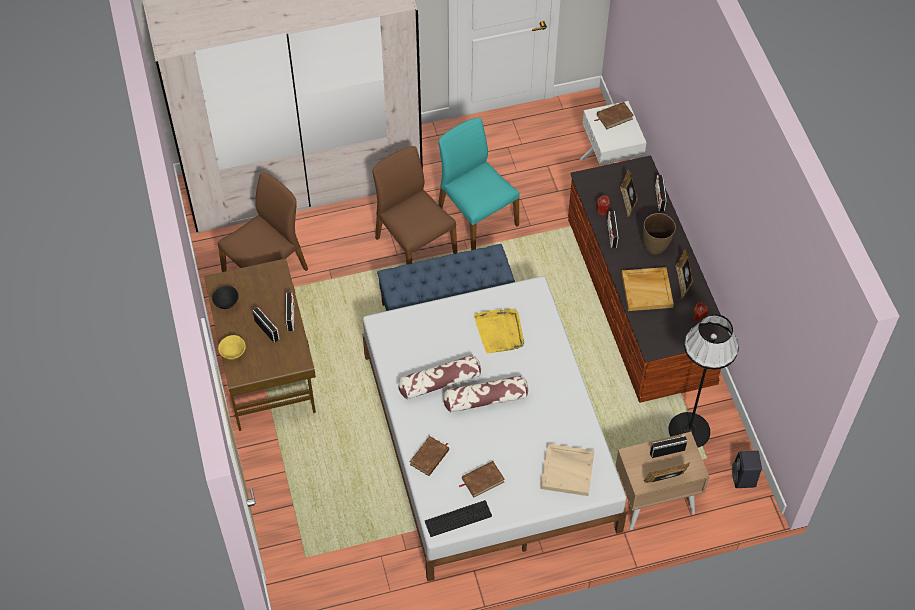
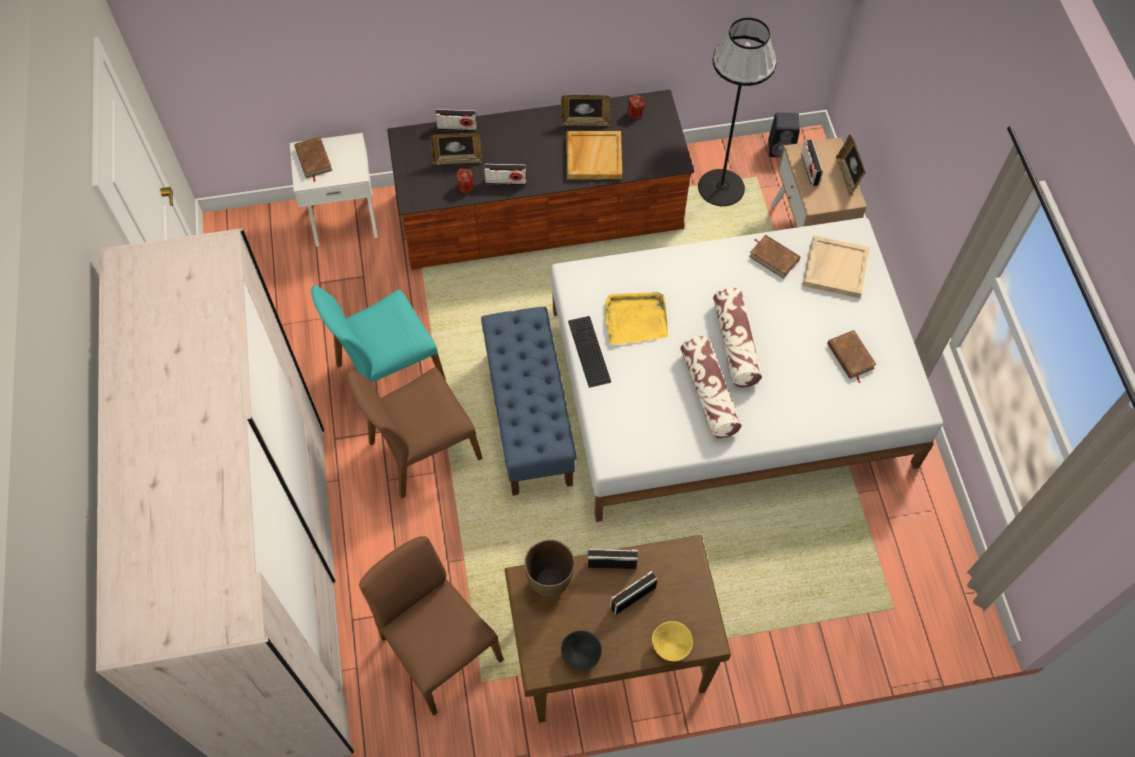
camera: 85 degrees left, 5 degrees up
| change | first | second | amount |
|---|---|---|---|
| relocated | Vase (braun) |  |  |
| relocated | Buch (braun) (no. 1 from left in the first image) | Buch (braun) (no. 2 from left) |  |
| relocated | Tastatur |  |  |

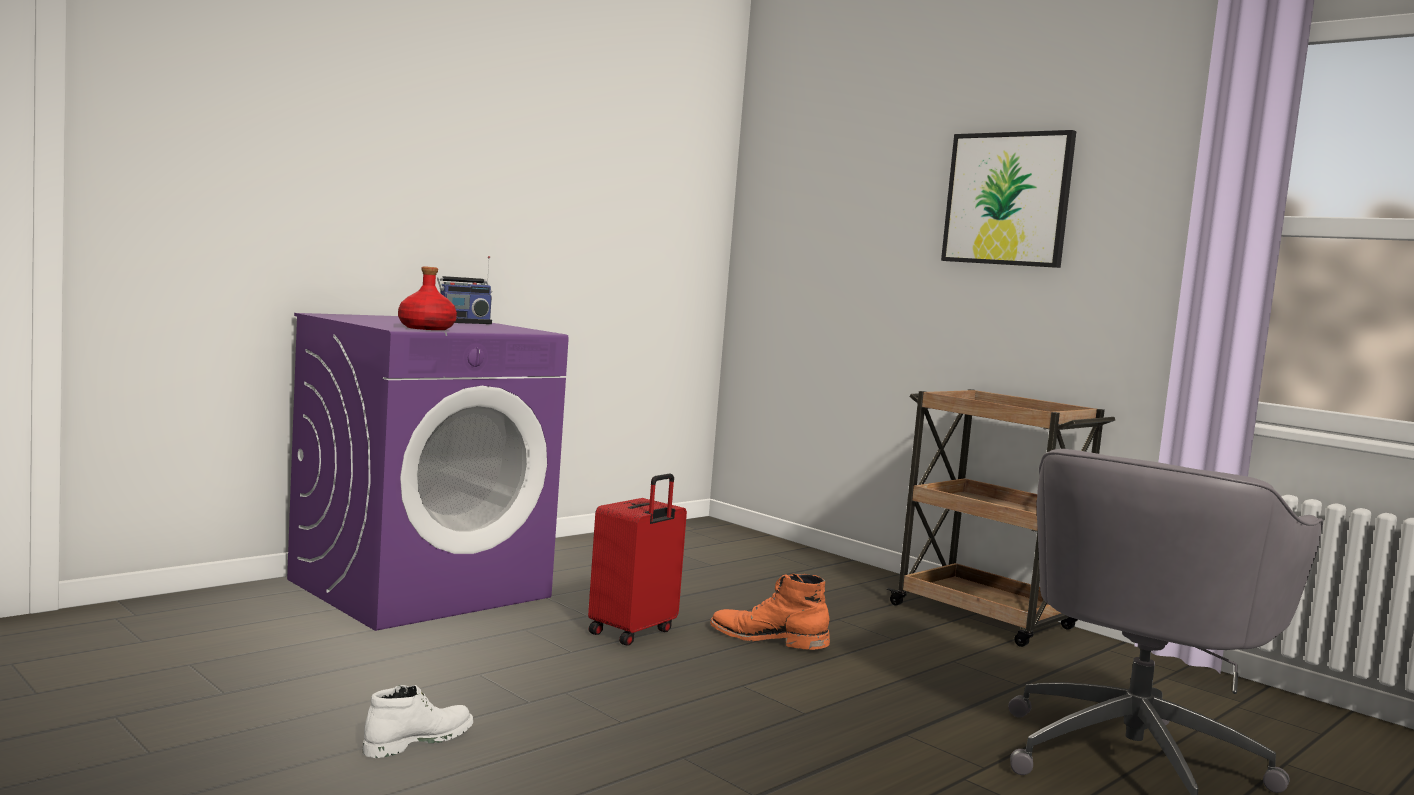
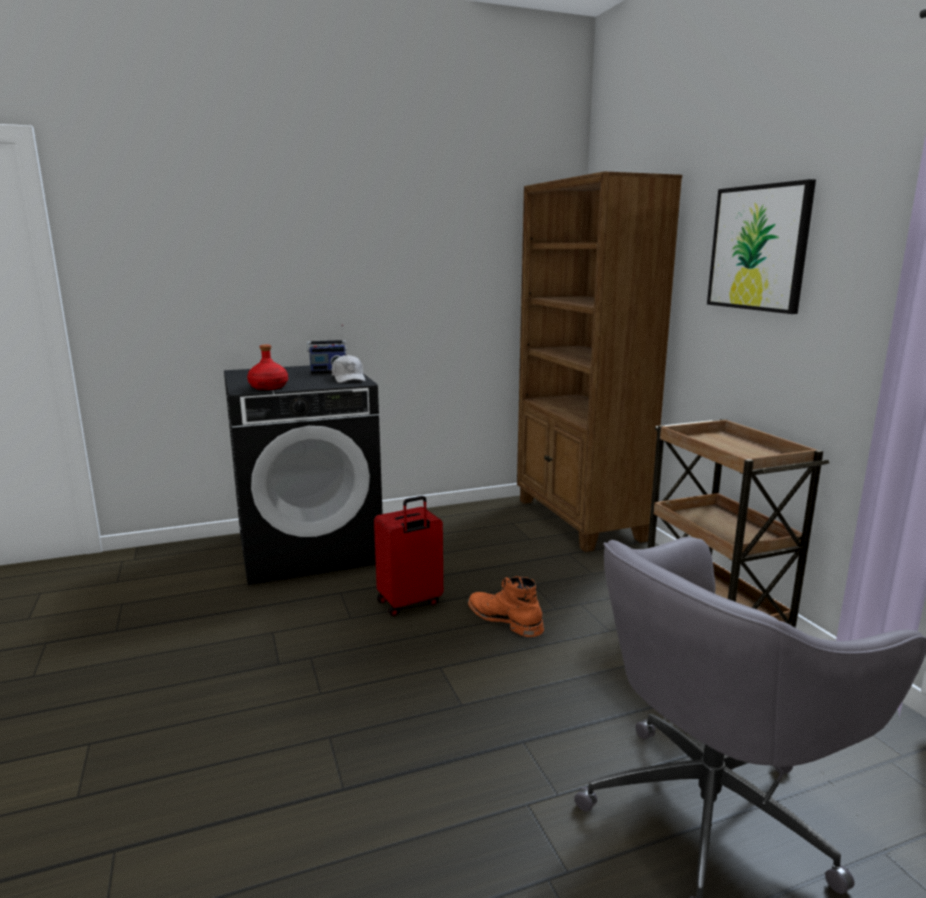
camera: 25 degrees right, 10 degrees up
| change | first | second | amount |
|---|---|---|---|
| colour | Waschmaschine (lila) | Waschmaschine (schwarz) |  |
| missing | Stiefel (weiß) |  |  |
| appeared |  | Bücherregal (braun) |  |
| appeared |  | Kappe (weiß) |  |

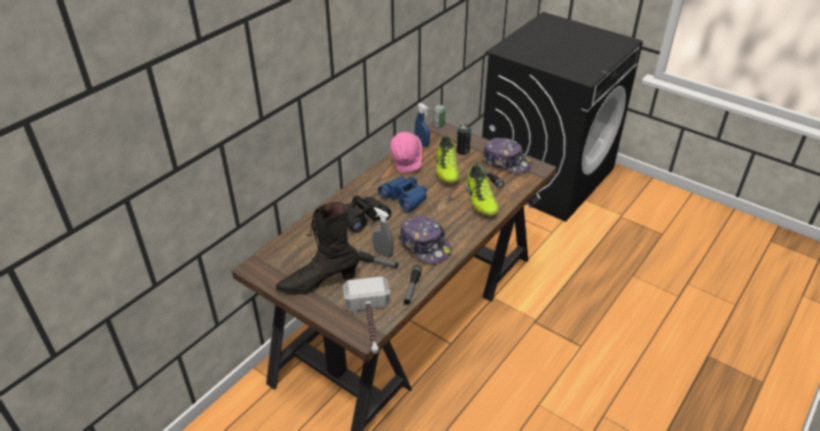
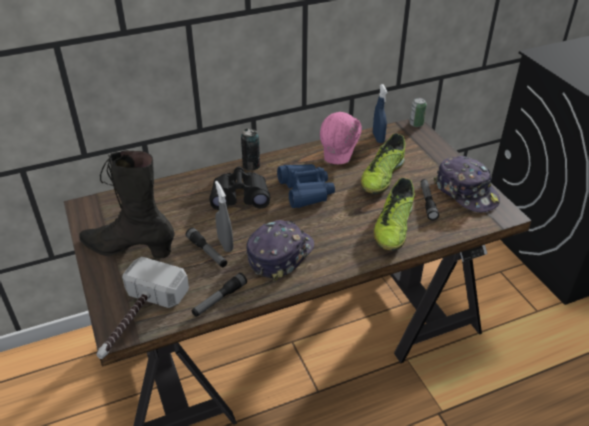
camera: 30 degrees right, 0 degrees up
| change | first | second | amount |
|---|---|---|---|
| relocated | Dose (no. 2 from left in the first image) | Dose (no. 1 from left) |  |
| spun | Kappe (no. 1 from left) |  | 135 degrees counterclockwise |

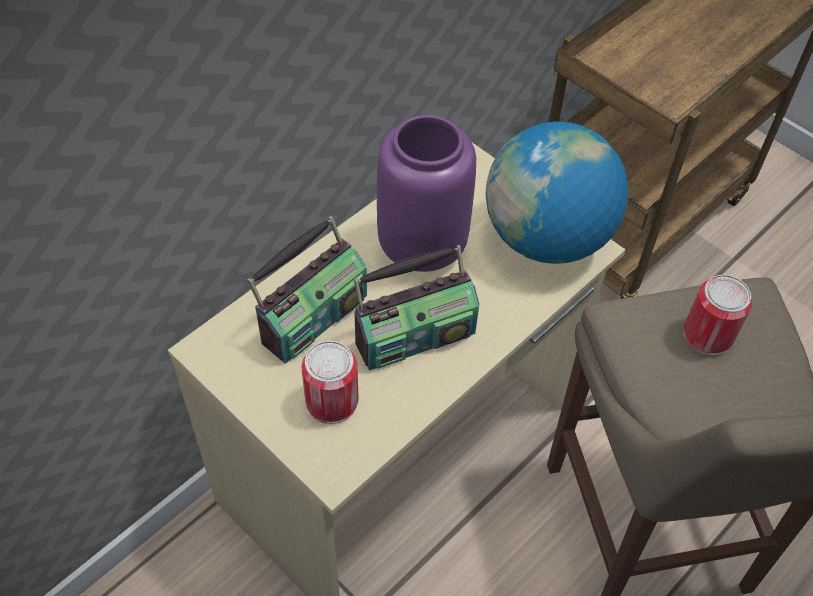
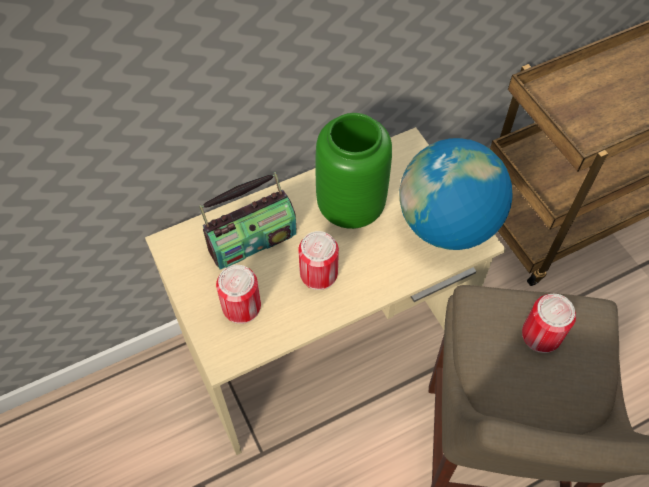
camera: 20 degrees right, 5 degrees up
| change | first | second | amount |
|---|---|---|---|
| colour | Vase (lila) | Vase (grün) |  |
| exchanged | Radio (no. 2 from left) | Dose (no. 2 from left) |  |

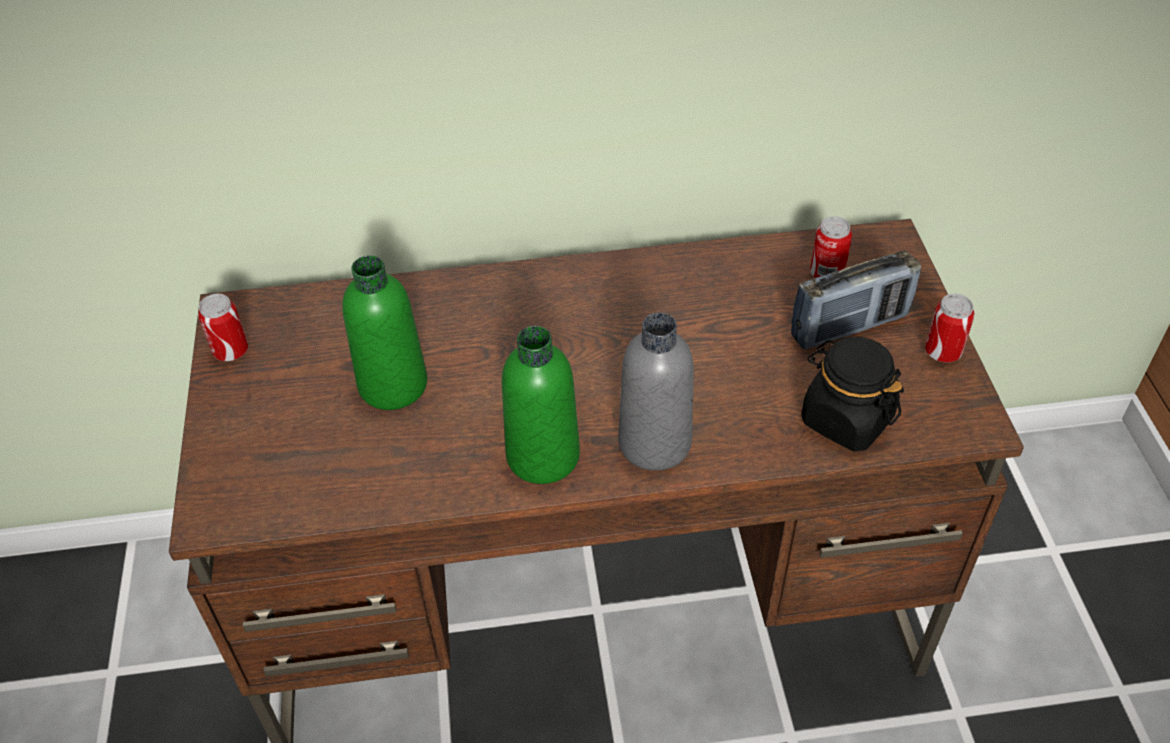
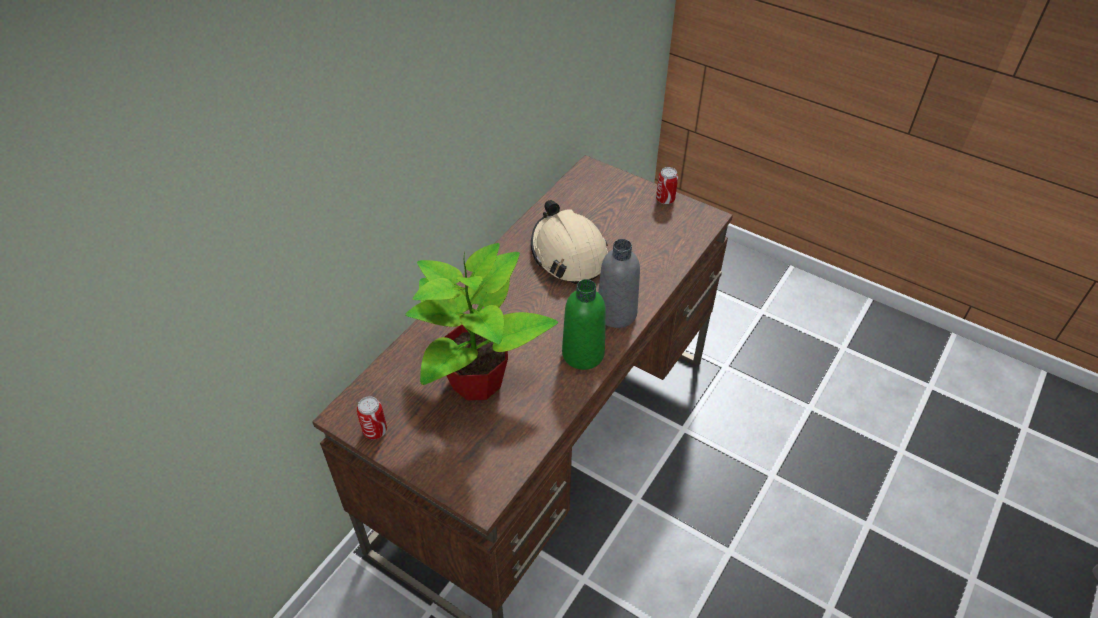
camera: 50 degrees left, 0 degrees up
| change | first | second | amount |
|---|---|---|---|
| missing | Dose (no. 2 from left) |  |  |
| missing | Radio |  |  |
| exchanged | Flasche (grün) (no. 1 from left) | Topfpflanze |  |
| missing | Vorratsglas (schwarz) |  |  |
| appeared |  | Schutzhelm (beige) |  |

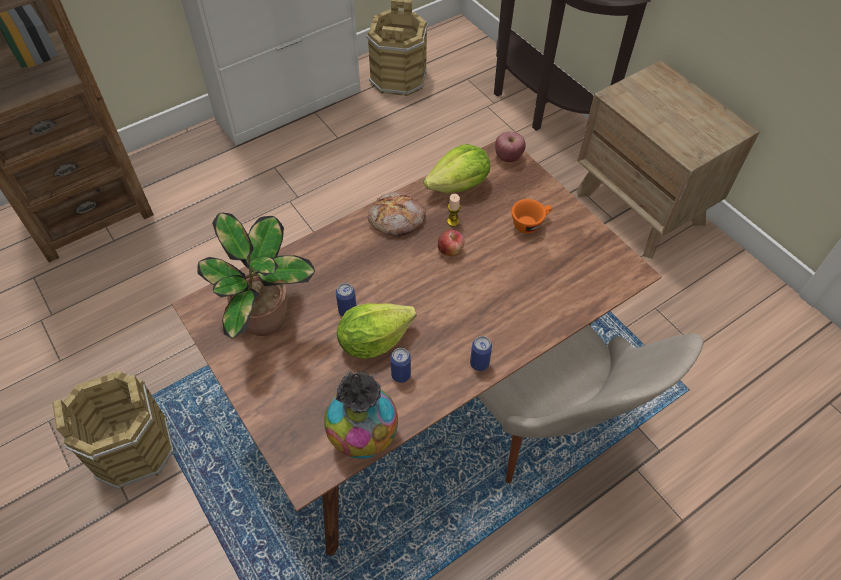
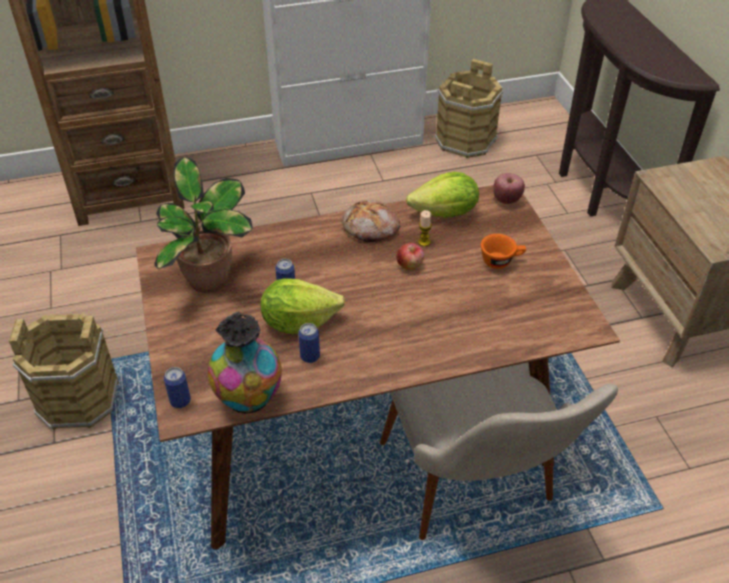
camera: 20 degrees right, 10 degrees down
| change | first | second | amount |
|---|---|---|---|
| relocated | Dose (no. 3 from left in the first image) | Dose (no. 1 from left) |  |

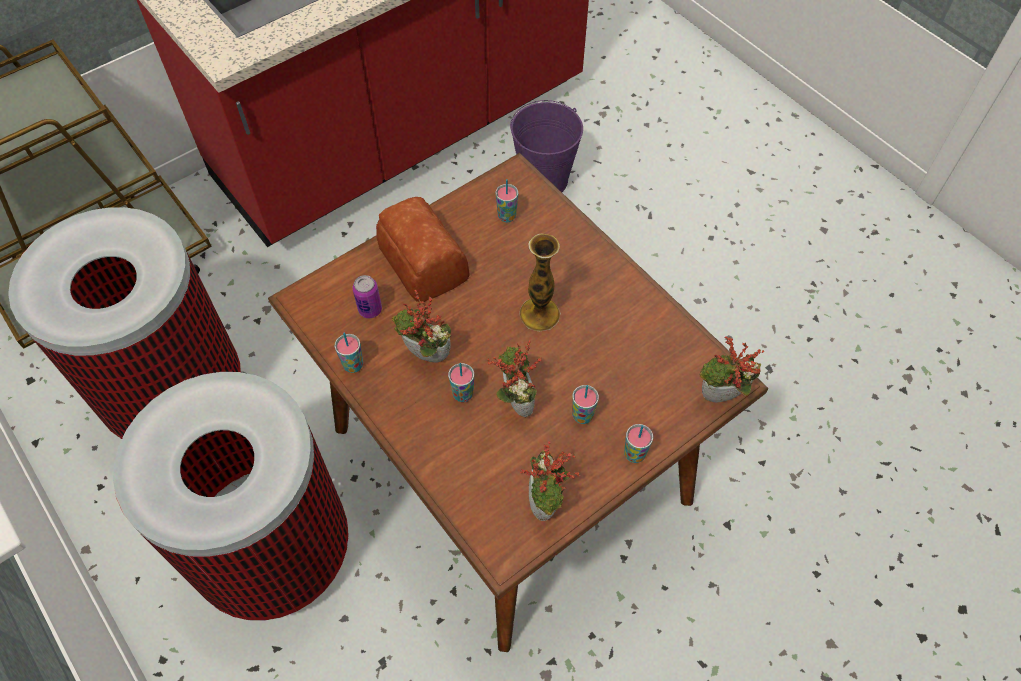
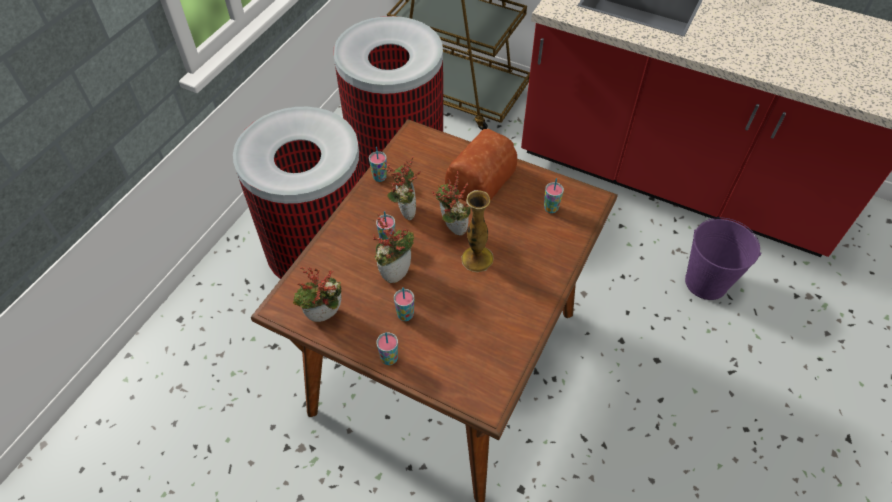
camera: 65 degrees right, 5 degrees down
| change | first | second | amount |
|---|---|---|---|
| missing | Dose |  |  |
| relocated | Topfpflanze (no. 4 from left) |  |  |

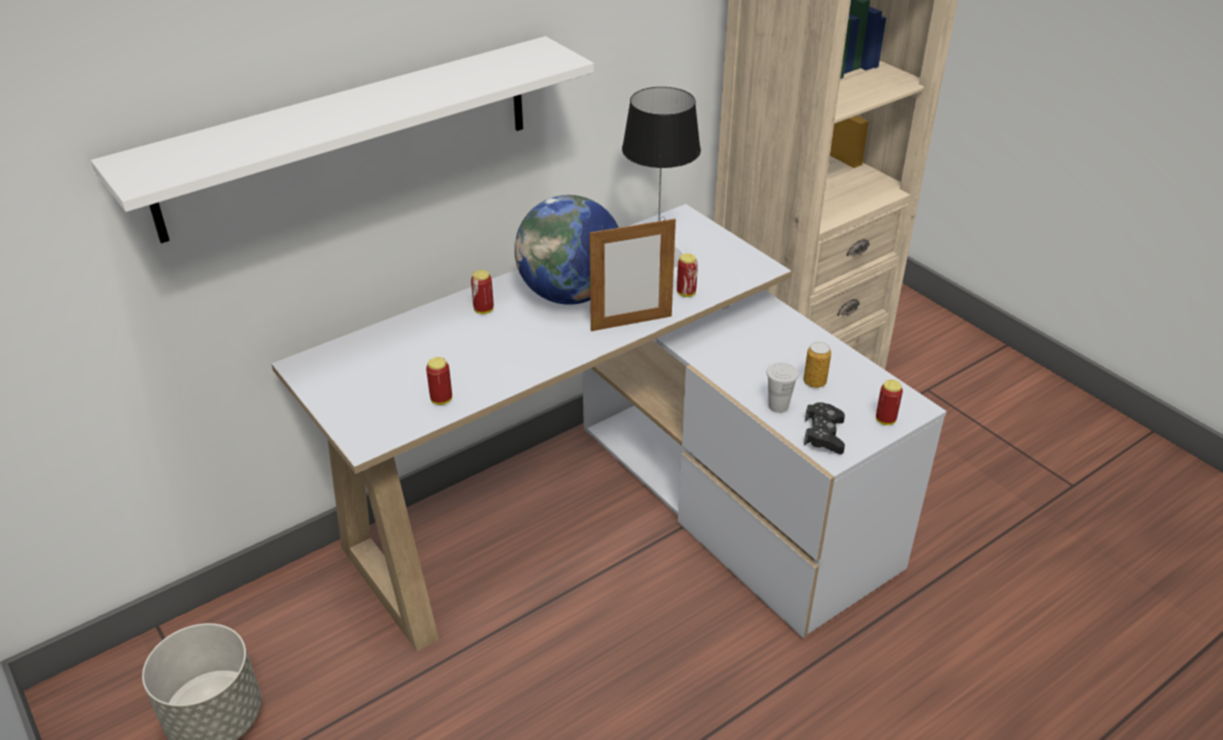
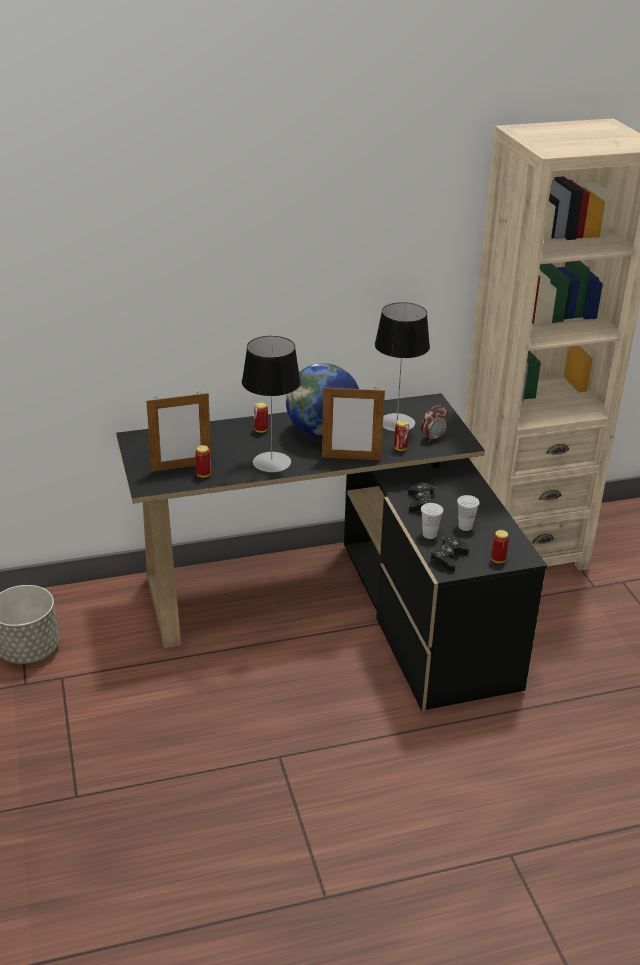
camera: 20 degrees right, 5 degrees down
| change | first | second | amount |
|---|---|---|---|
| missing | Wandregal (weiß) |  |  |
| colour | Schreibtisch (weiß) | Schreibtisch (schwarz) |  |
| exchanged | Dose (no. 4 from left) | Tasse (weiß) (no. 2 from left) |  |
| appeared |  | Tischlampe (no. 1 from left) |  |
| appeared |  | Bilderrahmen (no. 1 from left) |  |
| appeared |  | Wecker |  |
| appeared |  | Gamepad (schwarz) (no. 1 from left) |  |

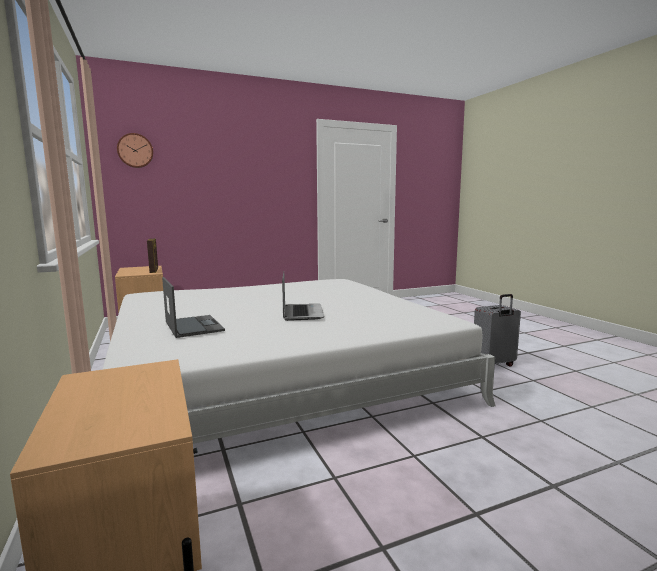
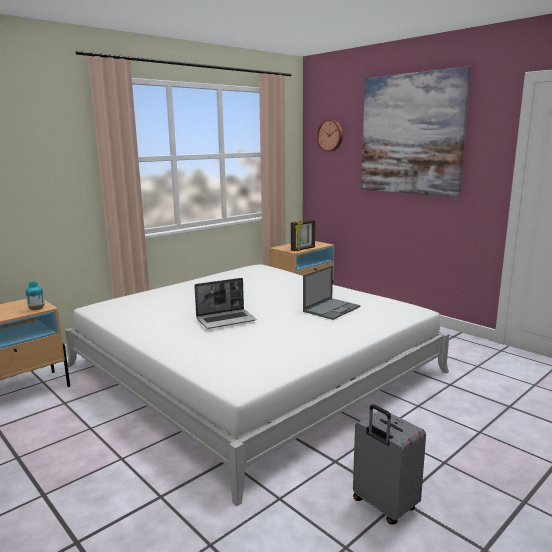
camera: 70 degrees right, 5 degrees up
| change | first | second | amount |
|---|---|---|---|
| relocated | Laptop (no. 1 from left in the first image) | Laptop (no. 2 from left) |  |
| appeared |  | Bild |  |
| appeared |  | Vase |  |

